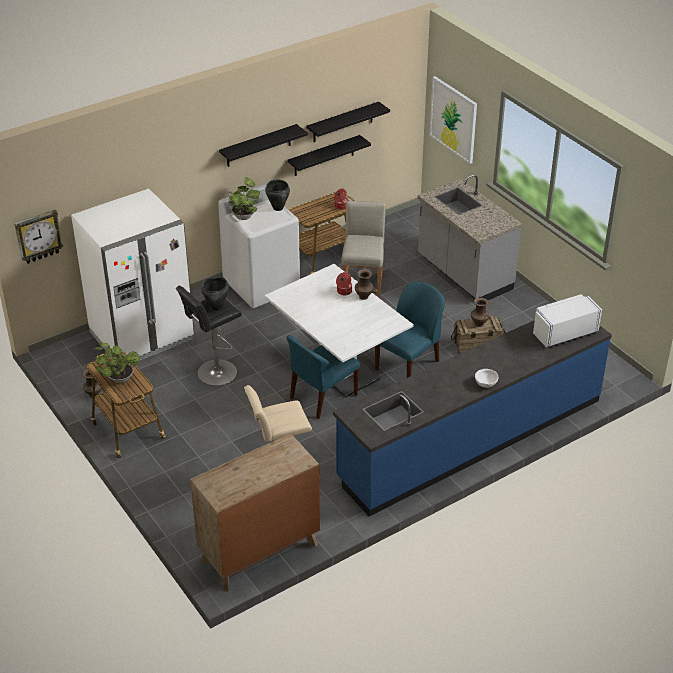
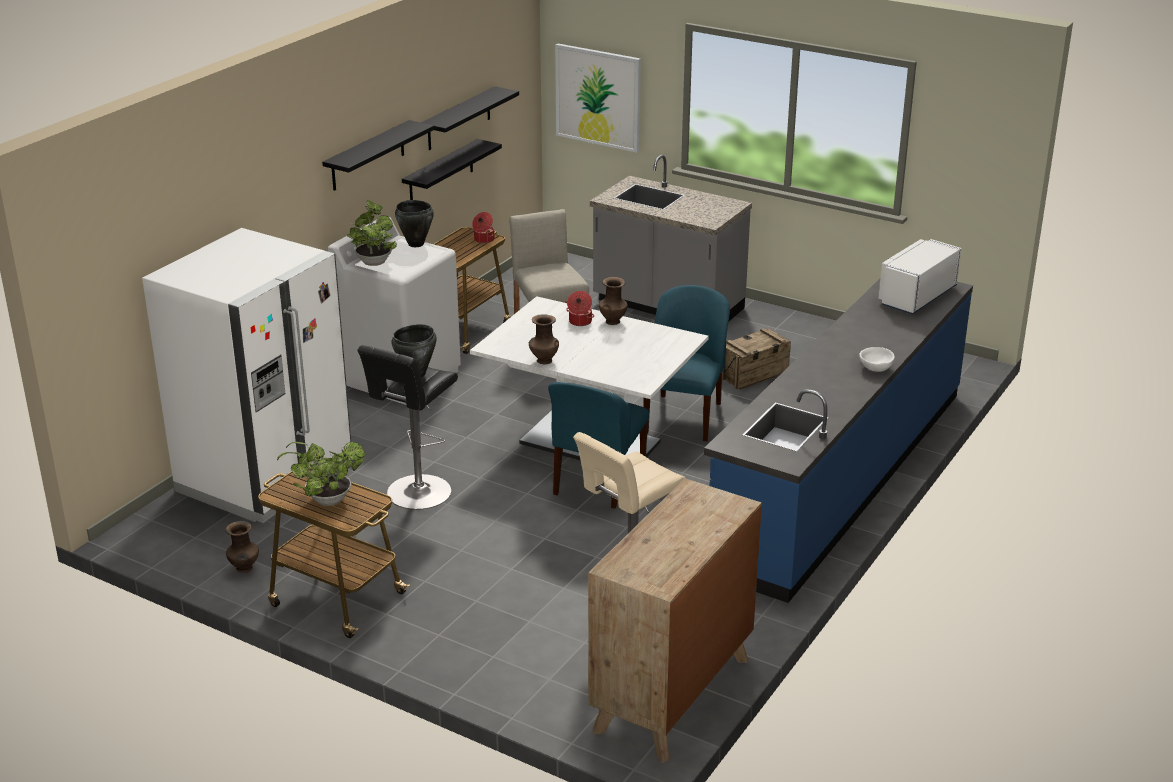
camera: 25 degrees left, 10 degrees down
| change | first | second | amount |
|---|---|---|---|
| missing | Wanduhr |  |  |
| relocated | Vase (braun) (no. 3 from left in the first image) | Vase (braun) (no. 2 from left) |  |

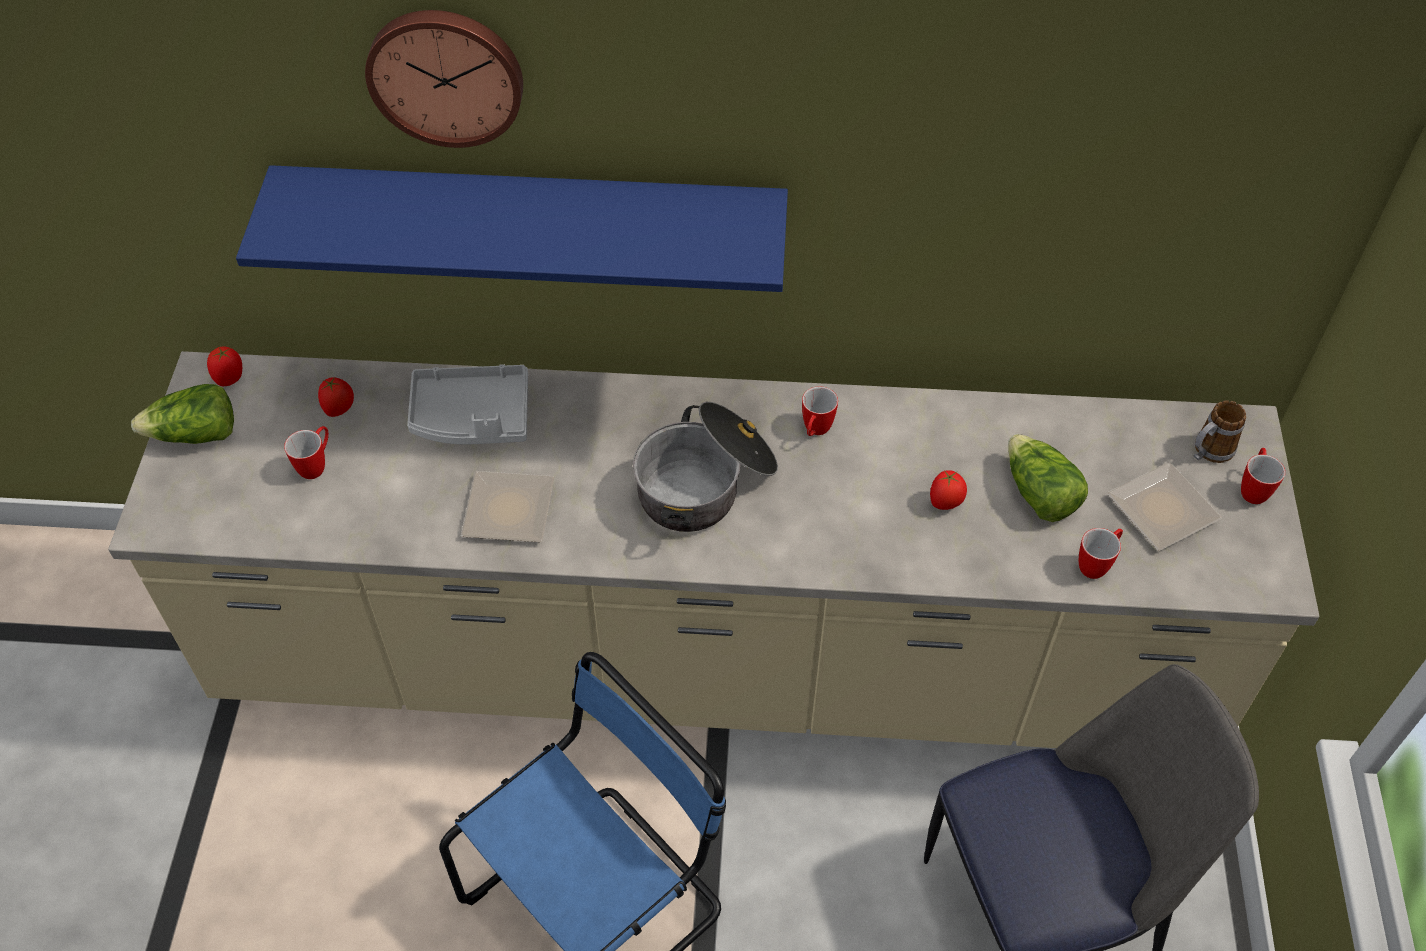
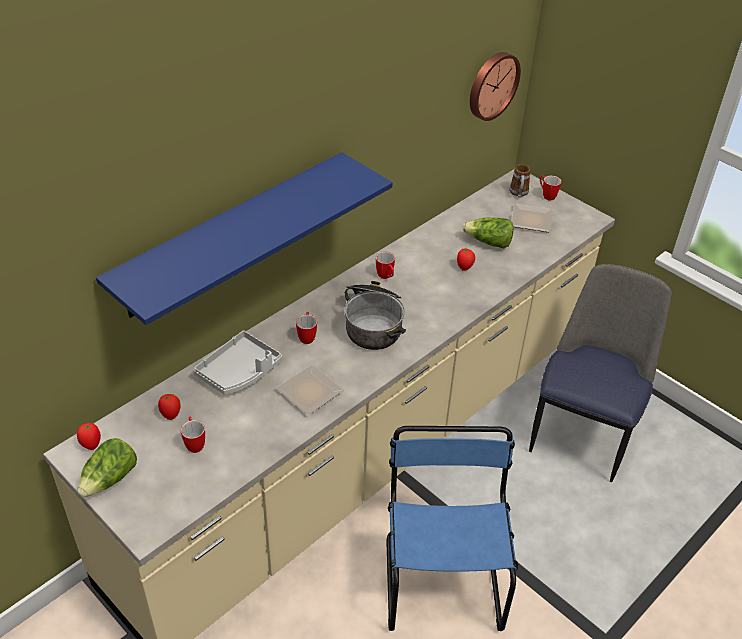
camera: 50 degrees left, 10 degrees down
| change | first | second | amount |
|---|---|---|---|
| relocated | Wanduhr |  |  |
| relocated | Henkelbecher (no. 3 from left in the first image) | Henkelbecher (no. 2 from left) |  |

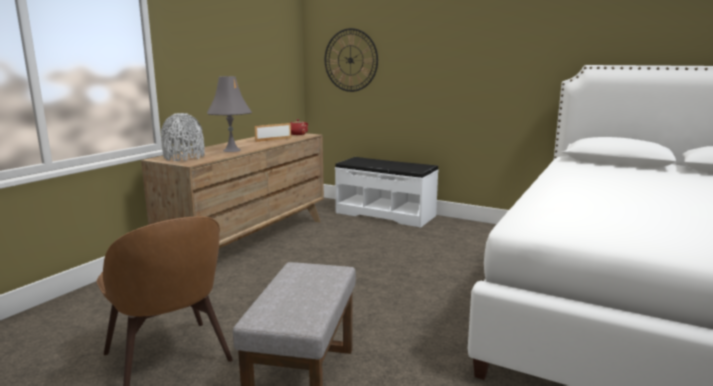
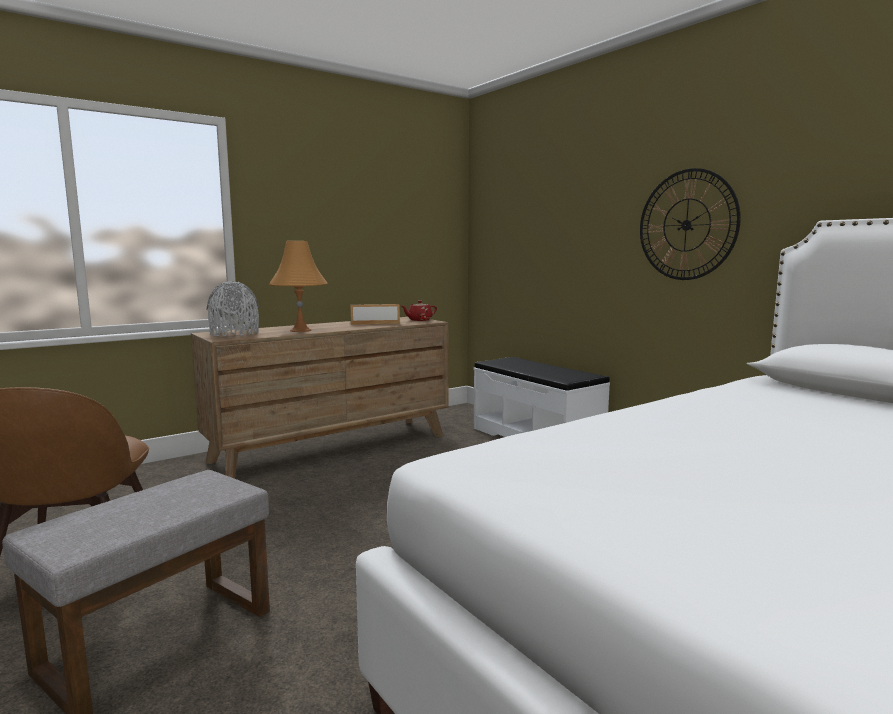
camera: 25 degrees right, 5 degrees down
| change | first | second | amount |
|---|---|---|---|
| relocated | Wanduhr |  |  |
| colour | Tischlampe (grau) | Tischlampe (orange) |  |

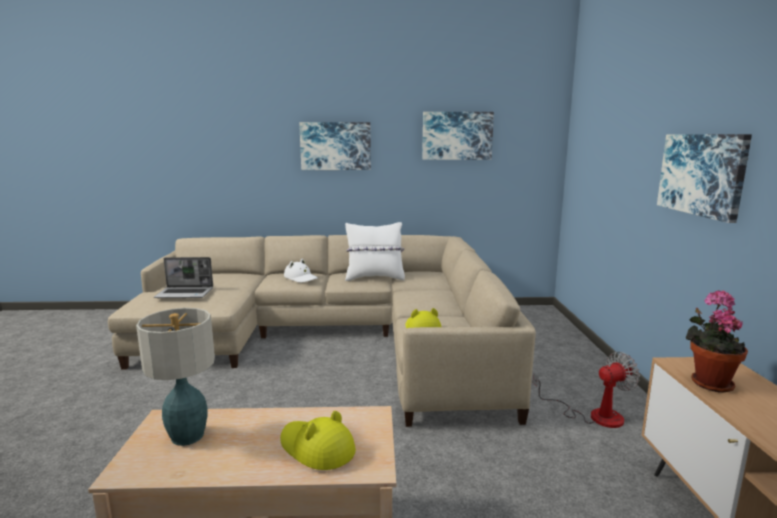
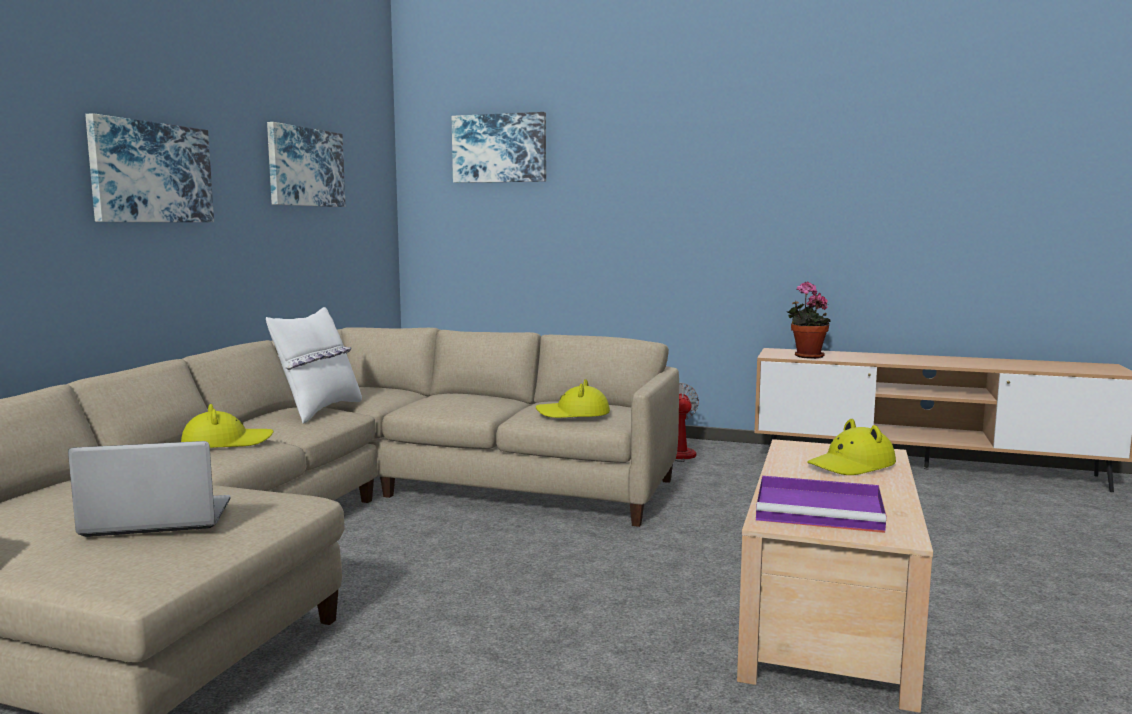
camera: 70 degrees left, 5 degrees down
| change | first | second | amount |
|---|---|---|---|
| relocated | Bild (no. 3 from left) |  |  |
| spun | Laptop |  | 120 degrees counterclockwise |
| colour | Hut (weiß) | Hut (gelb) (no. 1 from left) |  |
| exchanged | Tischlampe | Tablett (lila) |  |

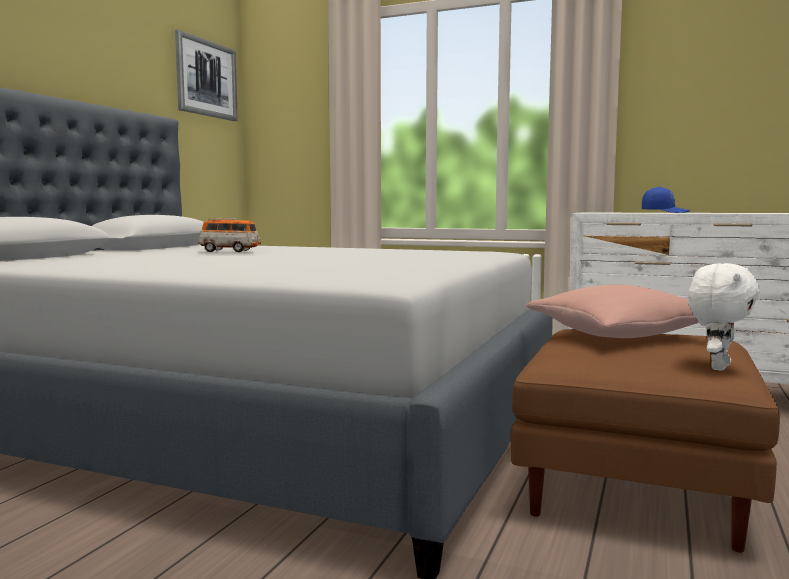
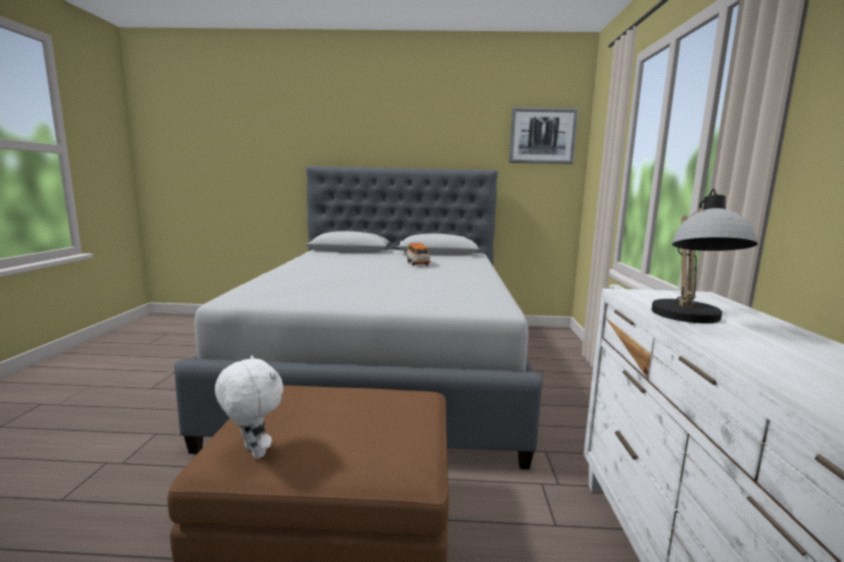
camera: 70 degrees right, 5 degrees up
| change | first | second | amount |
|---|---|---|---|
| exchanged | Kappe (blau) | Tischlampe |  |
| spun | Plüschtier (weiß) |  | 150 degrees counterclockwise |
| missing | Kissen (rosa) |  |  |

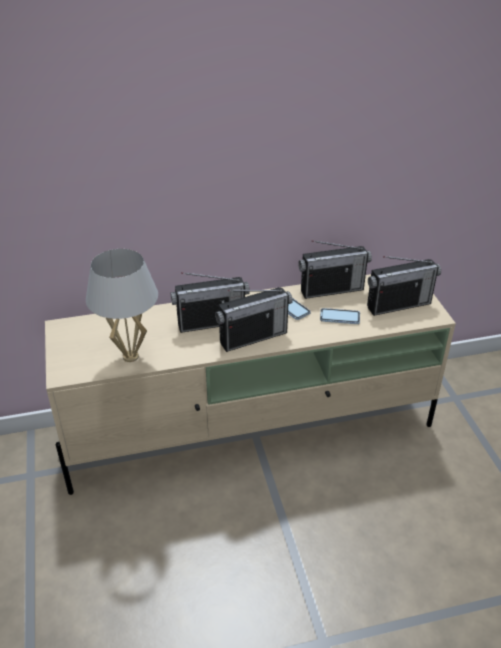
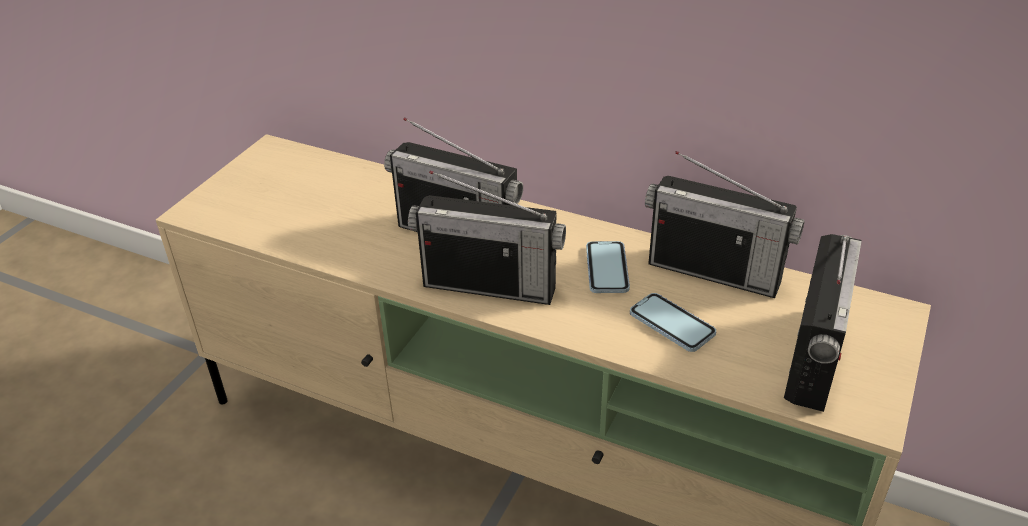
camera: 40 degrees right, 0 degrees up
| change | first | second | amount |
|---|---|---|---|
| missing | Tischlampe (weiß) |  |  |
| spun | Radio (no. 4 from left) |  | 90 degrees counterclockwise |

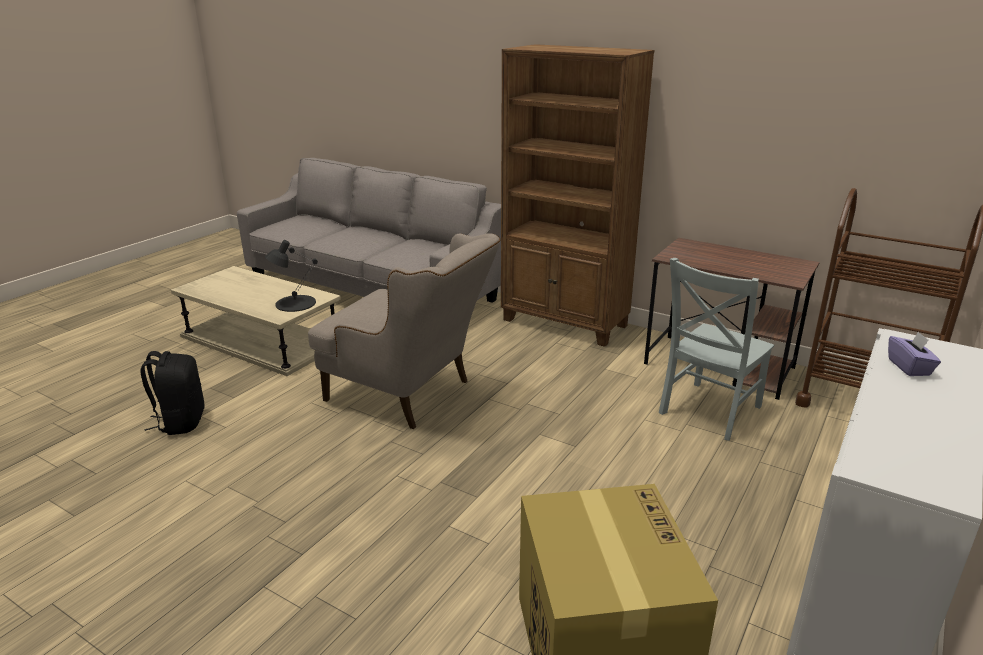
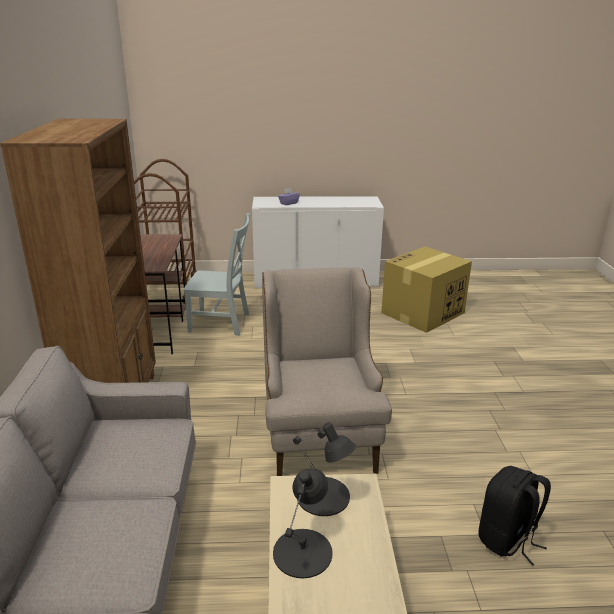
camera: 125 degrees left, 0 degrees up
| change | first | second | amount |
|---|---|---|---|
| appeared |  | Tischlampe (schwarz) (no. 1 from left) |  |

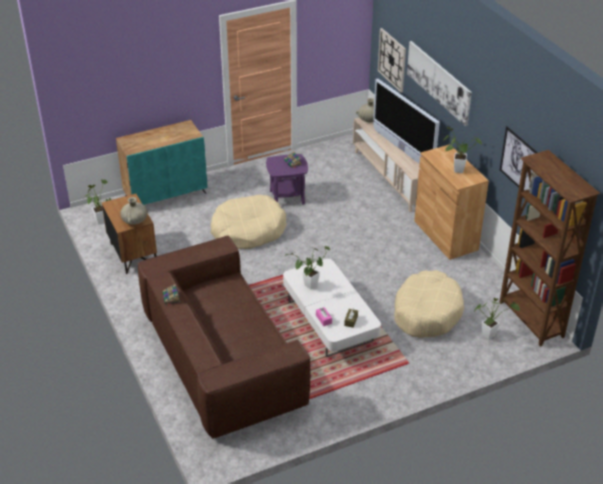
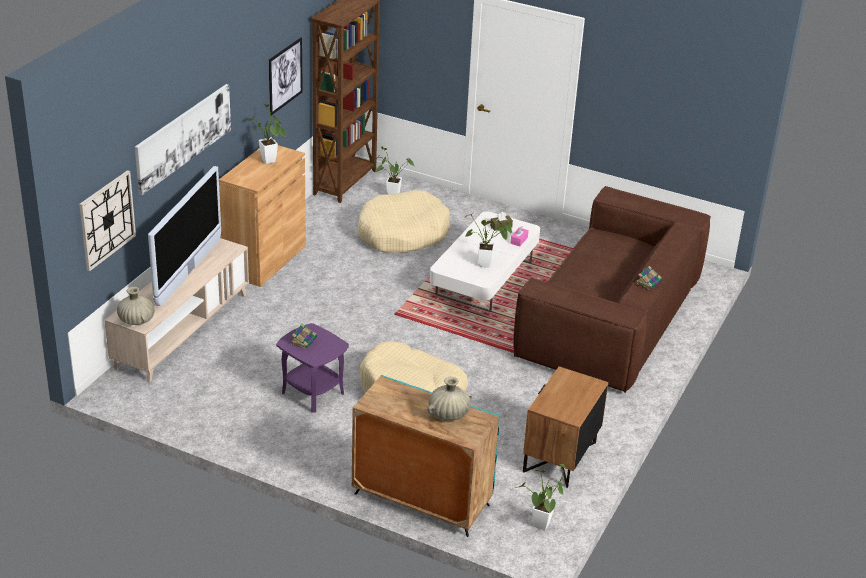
camera: 130 degrees left, 5 degrees down
| change | first | second | amount |
|---|---|---|---|
| relocated | Vase (beige) (no. 1 from left in the first image) | Vase (beige) (no. 2 from left) |  |

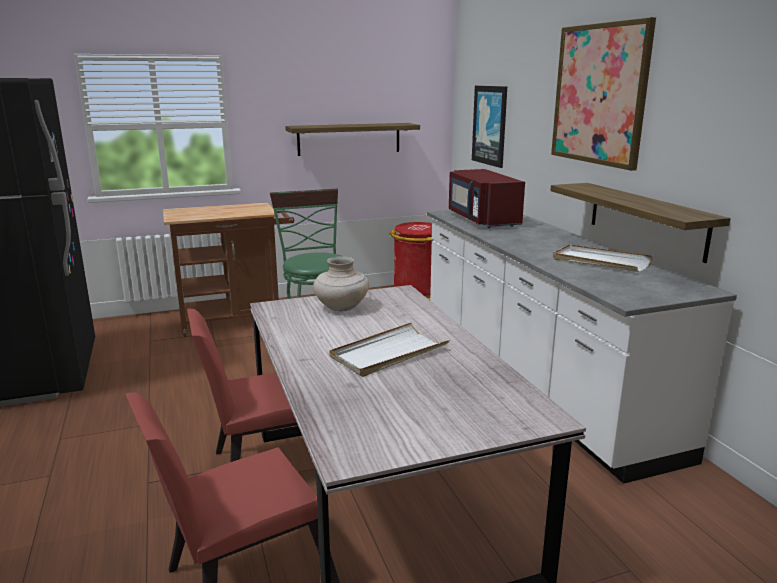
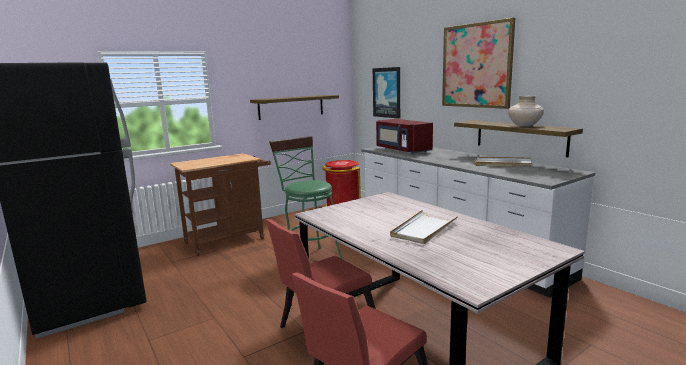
camera: 15 degrees left, 5 degrees down
| change | first | second | amount |
|---|---|---|---|
| relocated | Vase (beige) |  |  |

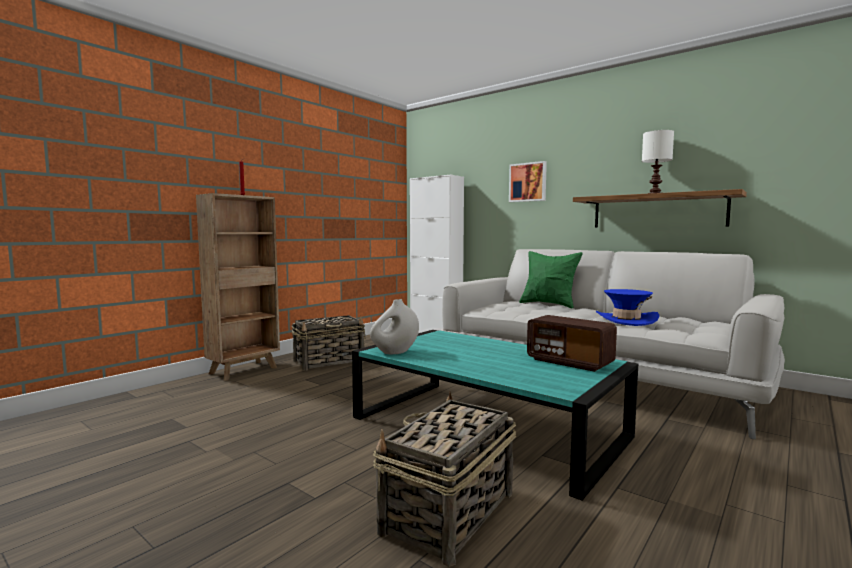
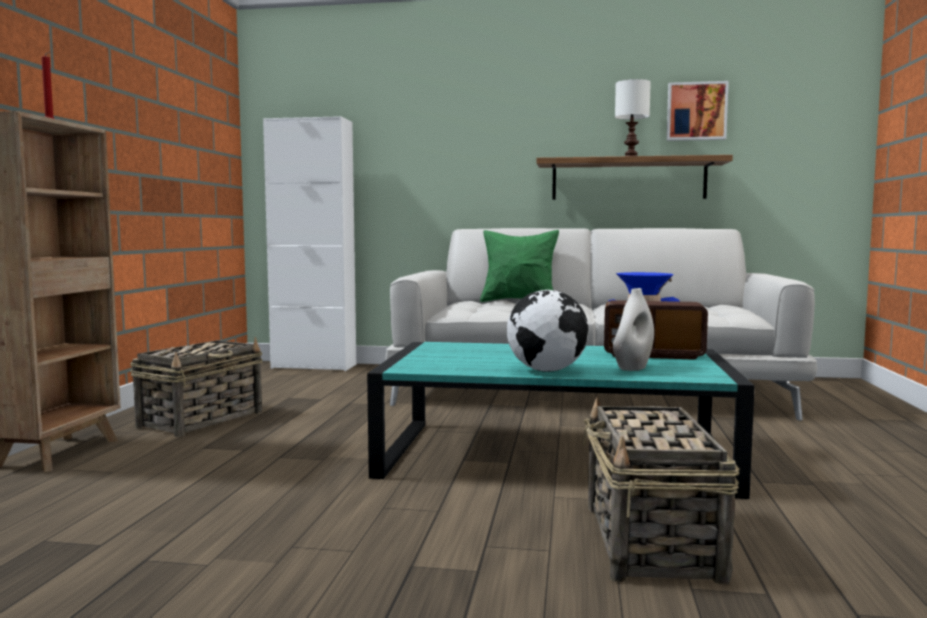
camera: 30 degrees left, 0 degrees up
| change | first | second | amount |
|---|---|---|---|
| relocated | Bild |  |  |
| relocated | Vase (weiß) |  |  |
| appeared |  | Globus |  |

